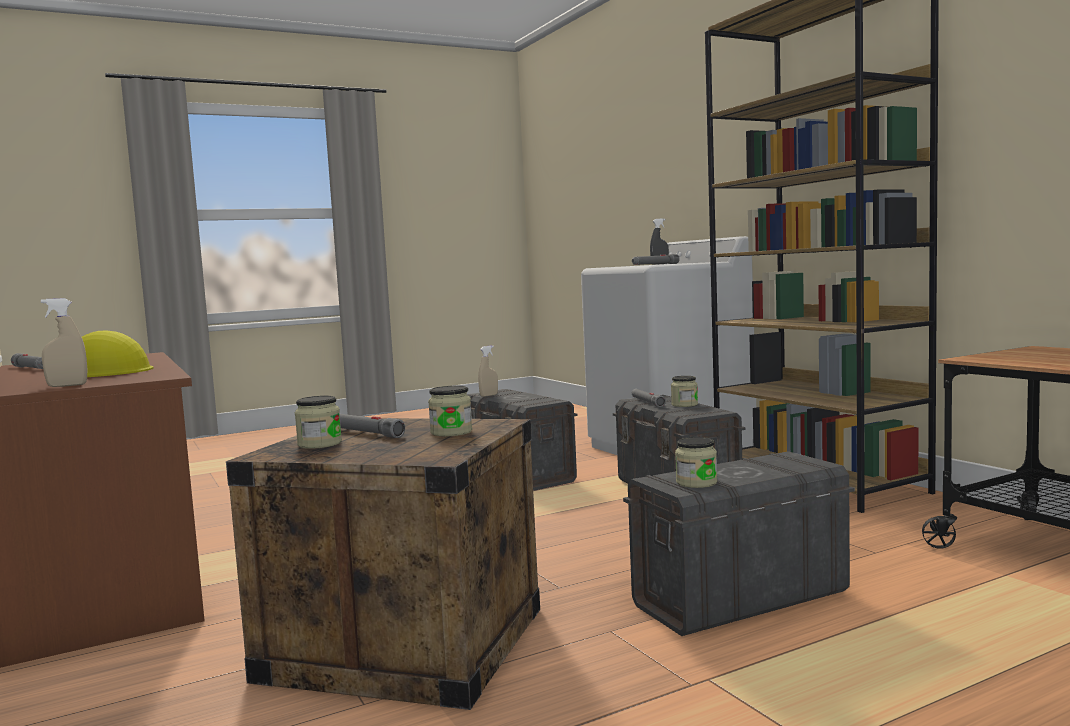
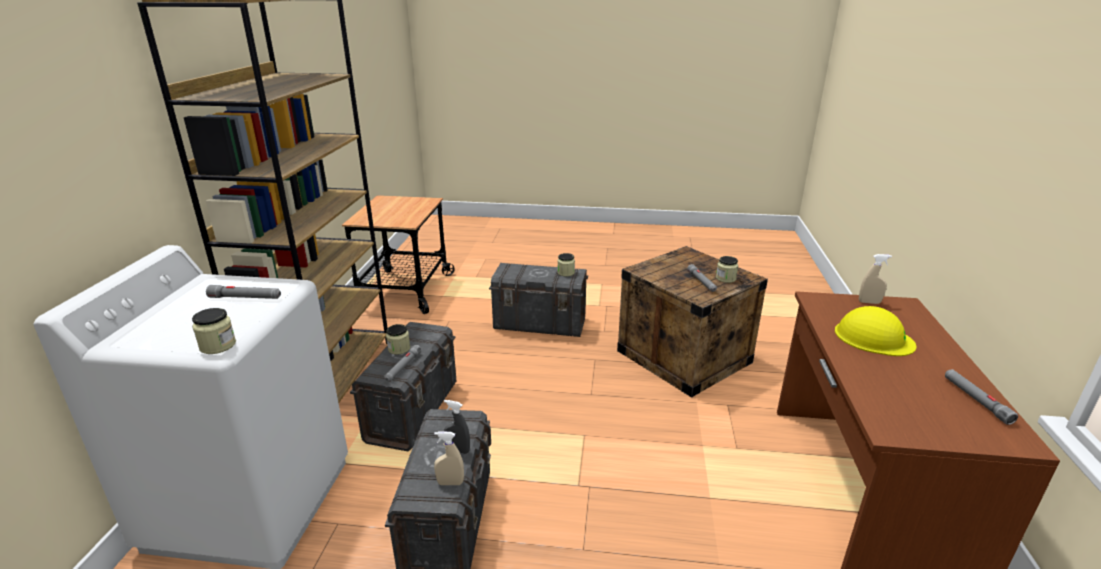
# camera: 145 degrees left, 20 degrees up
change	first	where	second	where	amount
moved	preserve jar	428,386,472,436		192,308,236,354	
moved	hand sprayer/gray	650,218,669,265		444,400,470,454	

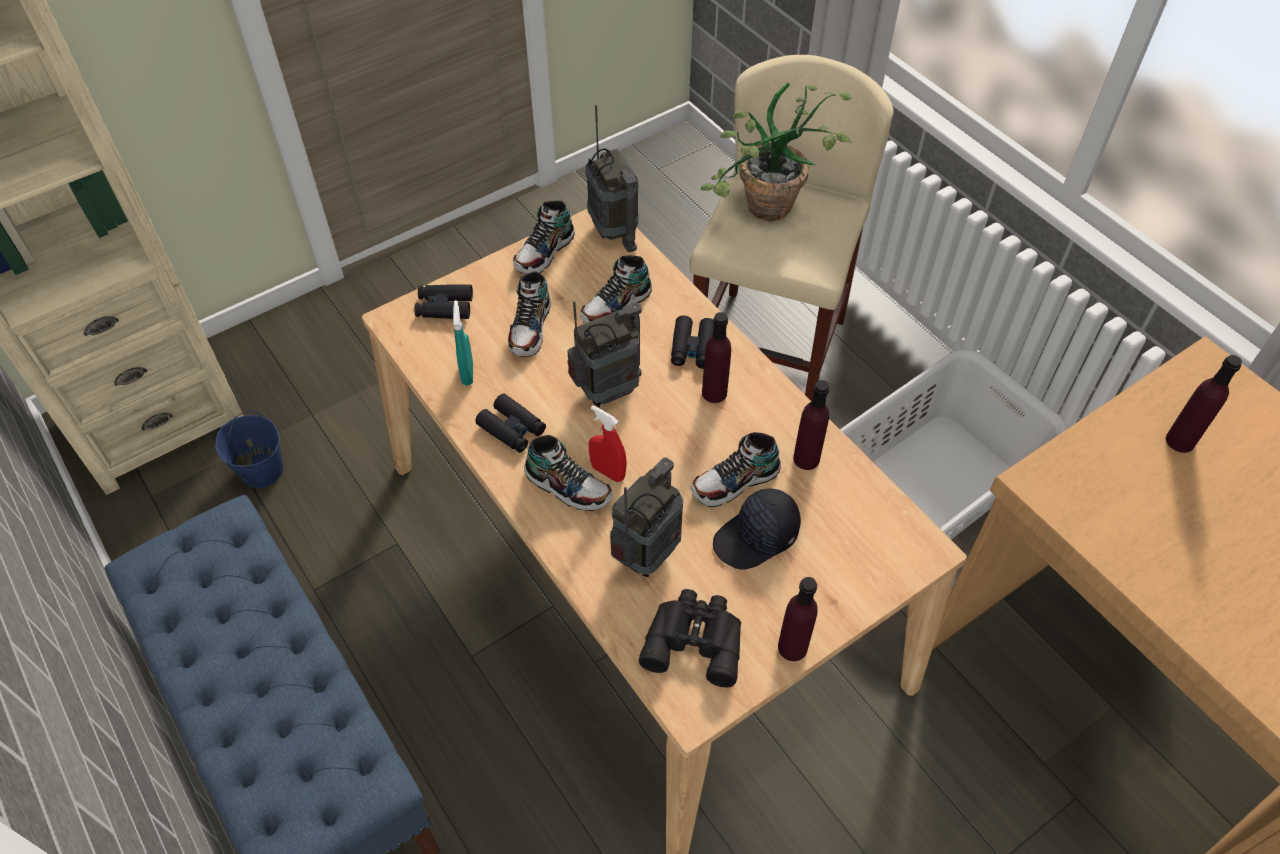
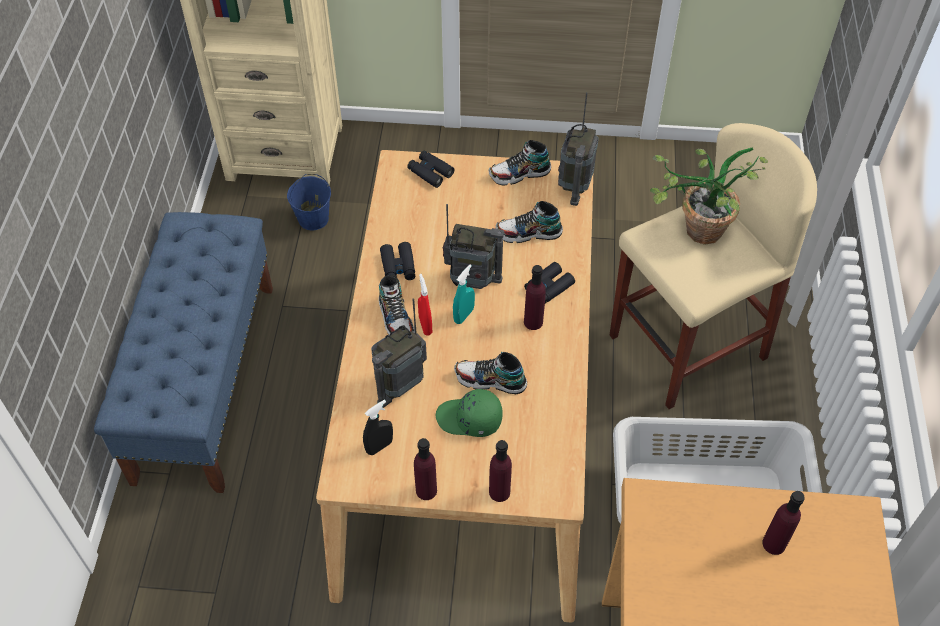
# camera: 40 degrees right, 0 degrees up
change	first	where	second	where	amount
replaced	pair of binoculars/blackish	639,589,741,687	hand sprayer/blackish	363,400,393,455	
turned	radio	610,457,683,577		371,298,427,408	150 degrees clockwise
recoloured	cap/blackish	713,489,801,570	cap/green-coloured	436,389,503,437	
moved	hand sprayer/turquoise-coloured	453,300,473,386		453,264,475,324	
moved	drink bottle/purple-coloured	793,380,829,470		489,440,512,502	
removed	low shoe	508,271,551,357			

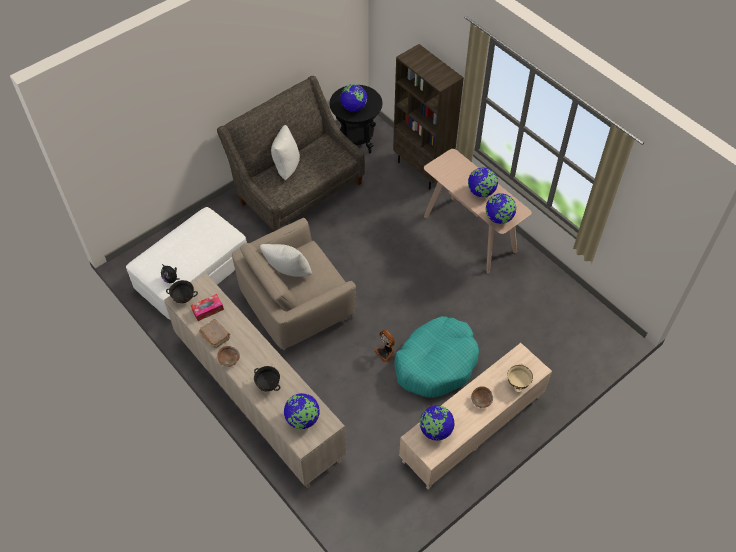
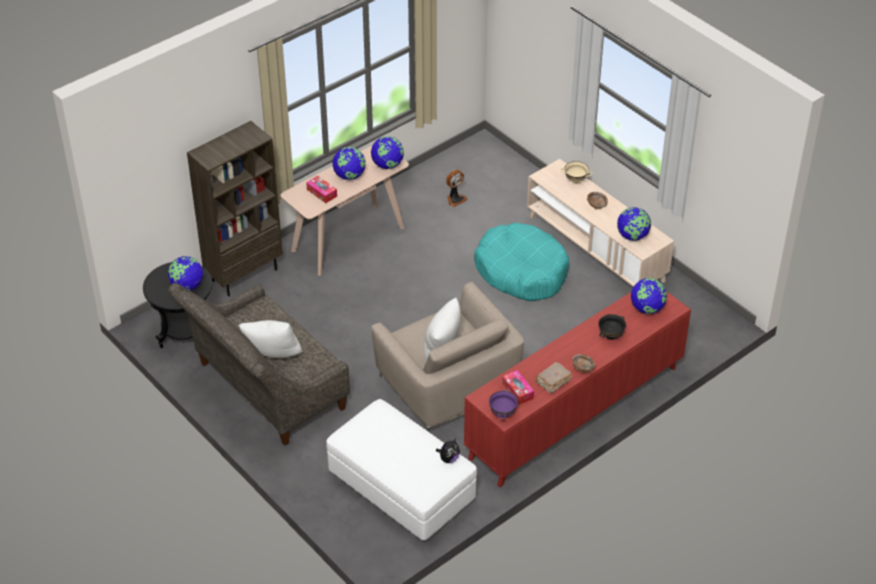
# camera: 90 degrees left, 10 degrees down
change	first	where	second	where	amount
added			tissue box	306,176,337,203	
moved	electric fan	374,330,395,362		446,170,467,207	
recoloured	cupboard/beige	164,273,346,488	cupboard/reddish	464,292,691,487	
recoloured	deep dish/blackish	166,280,198,303	deep dish/purple-coloured	489,390,518,419	

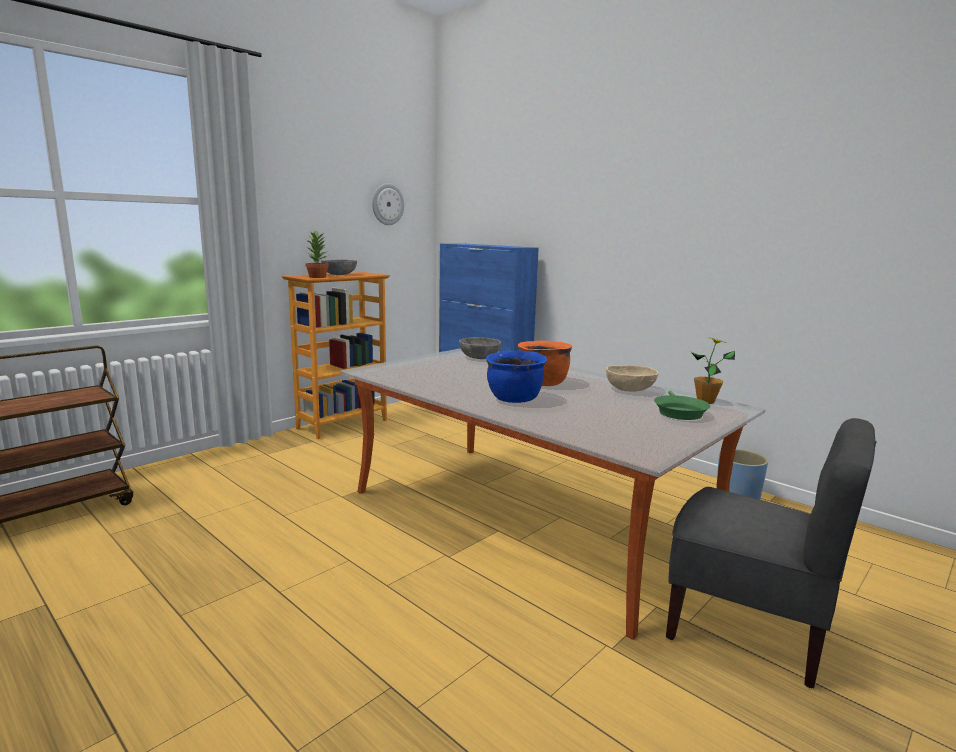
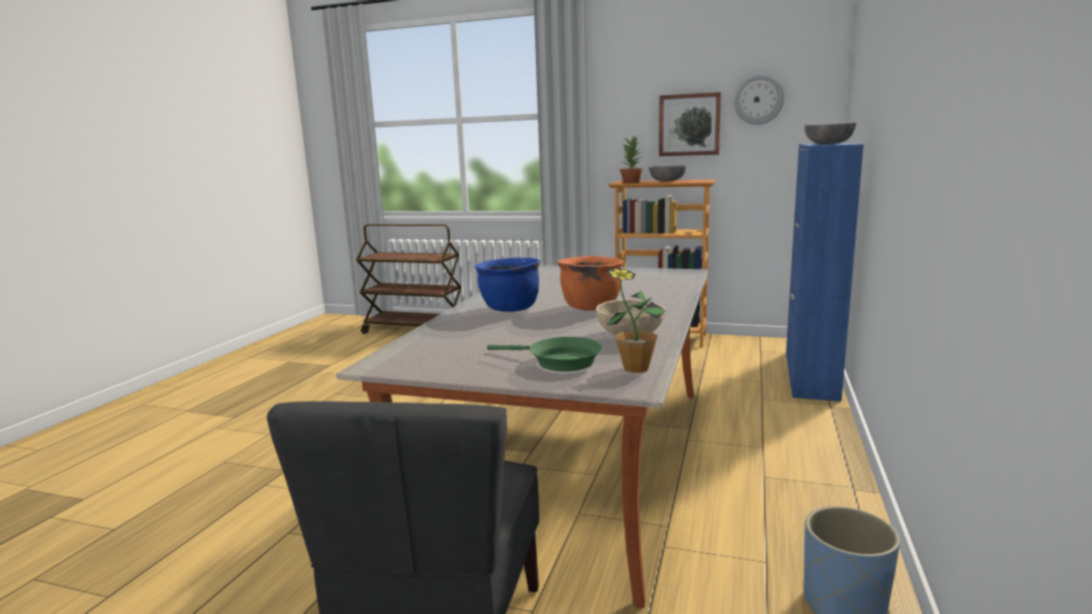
# camera: 65 degrees right, 0 degrees up
change	first	where	second	where	amount
turned	skillet/green-coloured	654,391,711,420		487,337,602,372	135 degrees counterclockwise
added			wall art	659,92,721,156	
moved	deep dish/gray	459,337,501,359		804,123,856,144	

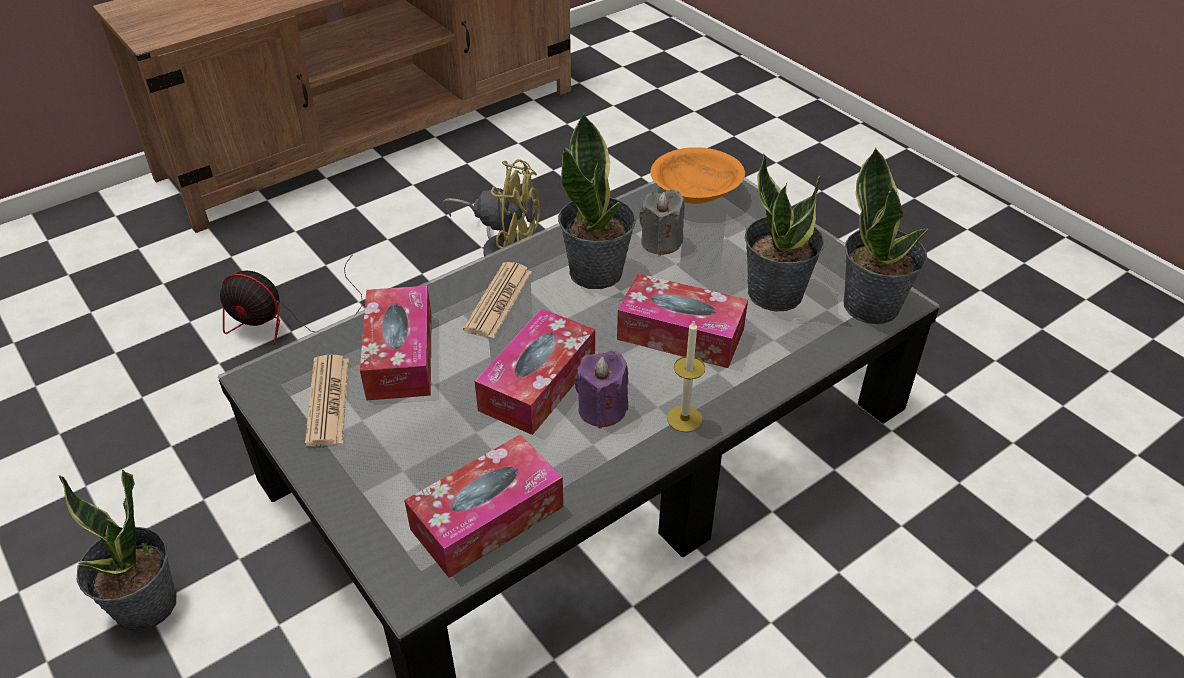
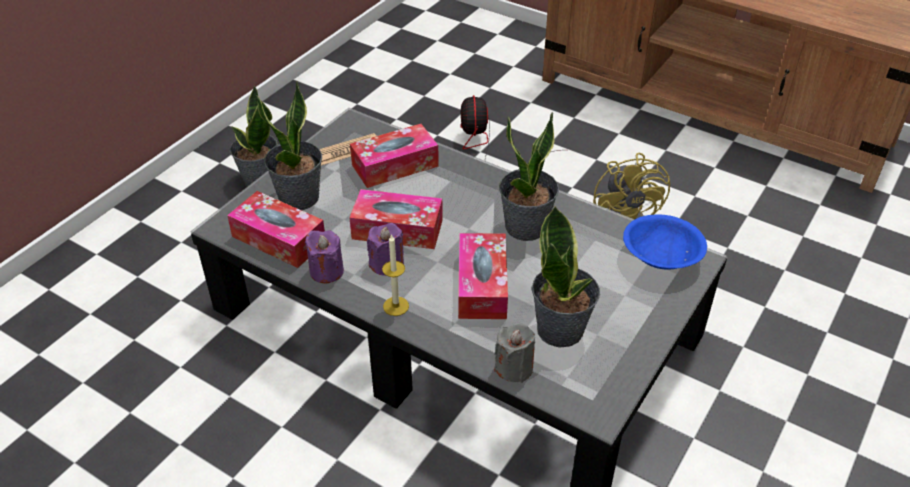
# camera: 70 degrees right, 0 degrees up
change	first	where	second	where	amount
moved	plant in a pot	843,148,928,324		256,81,322,210	
added			wax light/purple-coloured	305,230,344,283	
moved	wax light/gray	639,189,685,256		494,324,535,383	
recoloured	deep dish/orange-coloured	650,147,745,204	deep dish/bluish	623,215,707,270	
removed	printed paper	463,262,532,338			

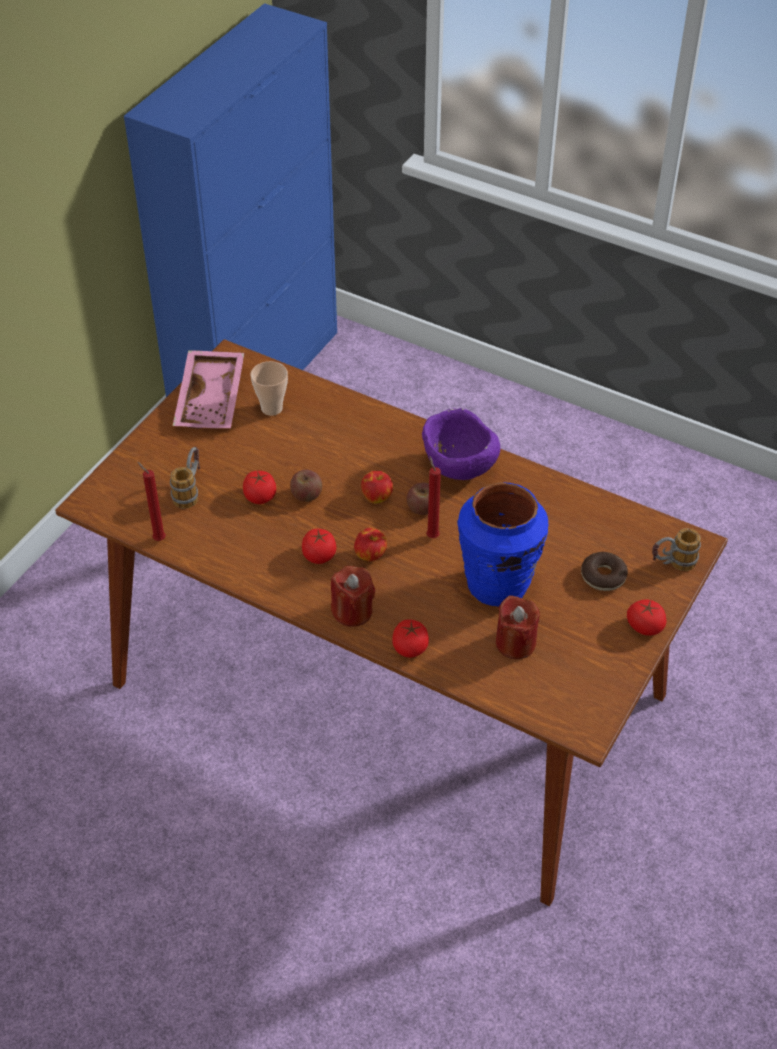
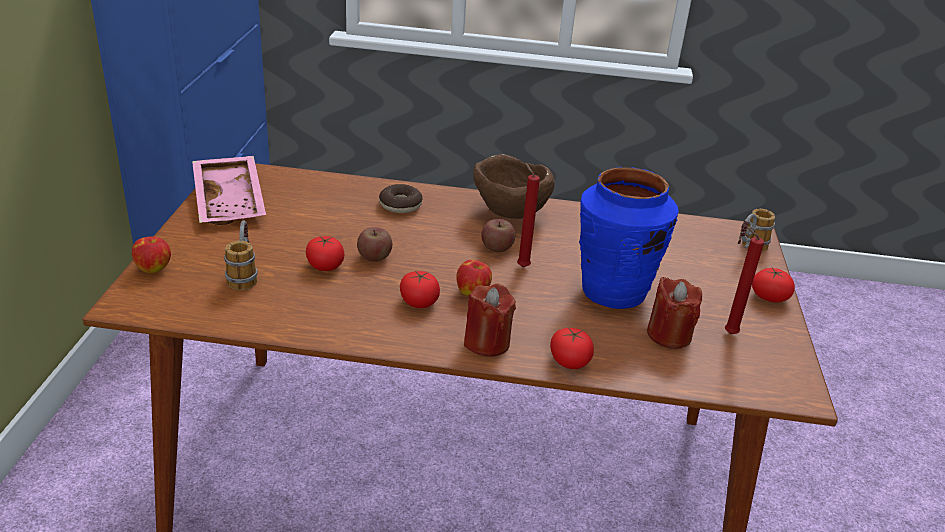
# camera: 25 degrees left, 15 degrees down
change	first	where	second	where	amount
moved	whole apple	361,471,393,504		132,237,171,274	
moved	donut	581,552,628,591		379,184,423,213	
recoloured	deep dish/purple-coloured	422,408,500,480	deep dish/brown	473,154,555,219	
moved	wax light/reddish	137,462,166,541		725,227,764,334	
removed	drinking cup	251,361,288,416			

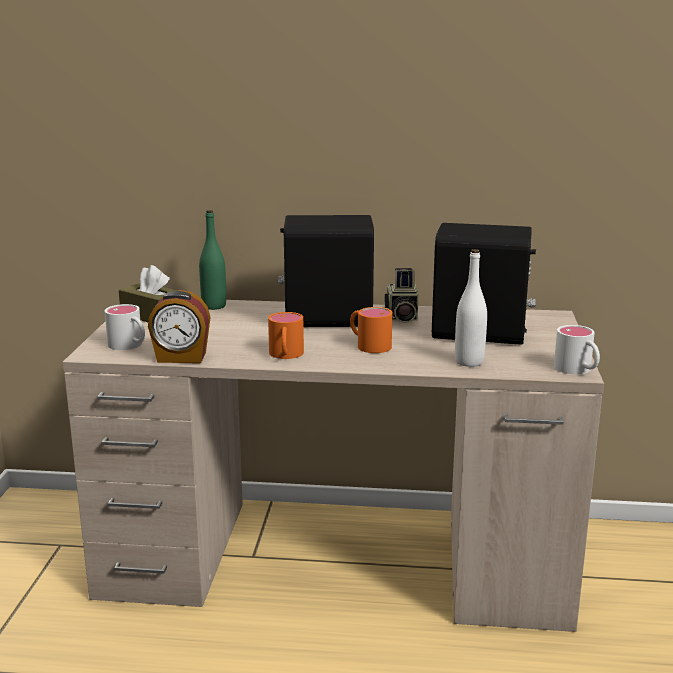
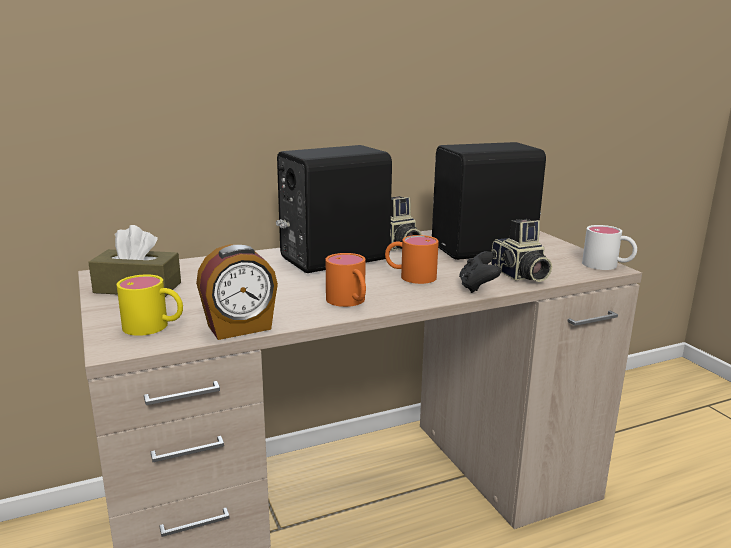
# camera: 30 degrees left, 0 degrees up
change	first	where	second	where	amount
recoloured	mug/whitish	105,304,145,350	mug/yellowish	117,274,183,336	
added			game controller/blackish	459,251,501,293	
replaced	drink bottle/whitish	455,249,487,367	still camera	491,219,552,282	
removed	drink bottle/green-coloured	199,210,226,310			

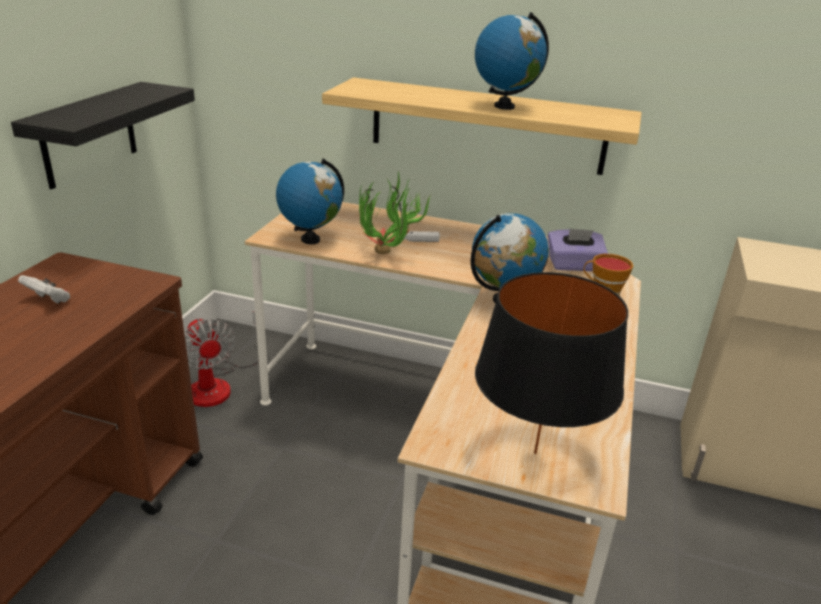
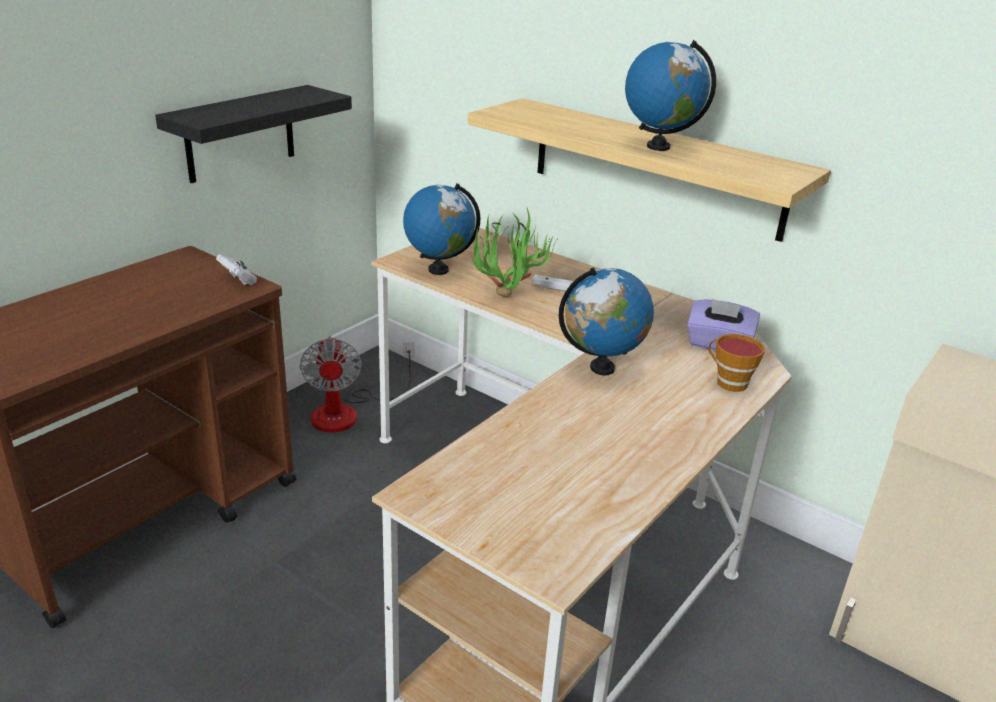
# camera: 20 degrees right, 0 degrees up
change	first	where	second	where	amount
moved	game controller/whitish	18,275,70,304		216,254,257,286	
removed	table lamp/blackish	475,272,628,454			

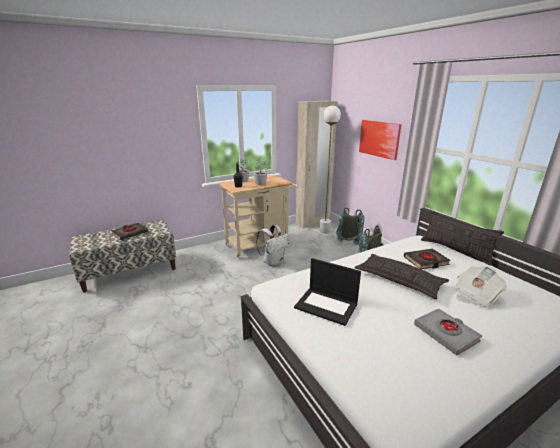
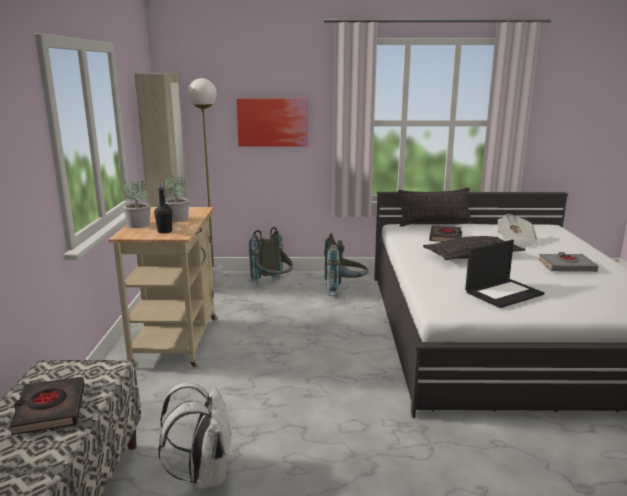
# camera: 60 degrees left, 5 degrees down
change	first	where	second	where	amount
moved	backpack/whitish	256,225,289,266		158,383,232,490	

